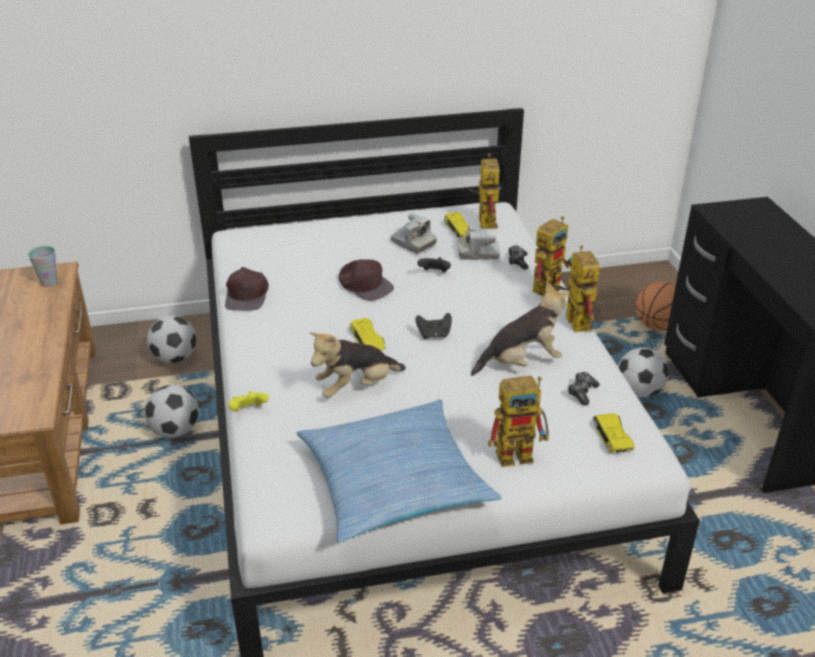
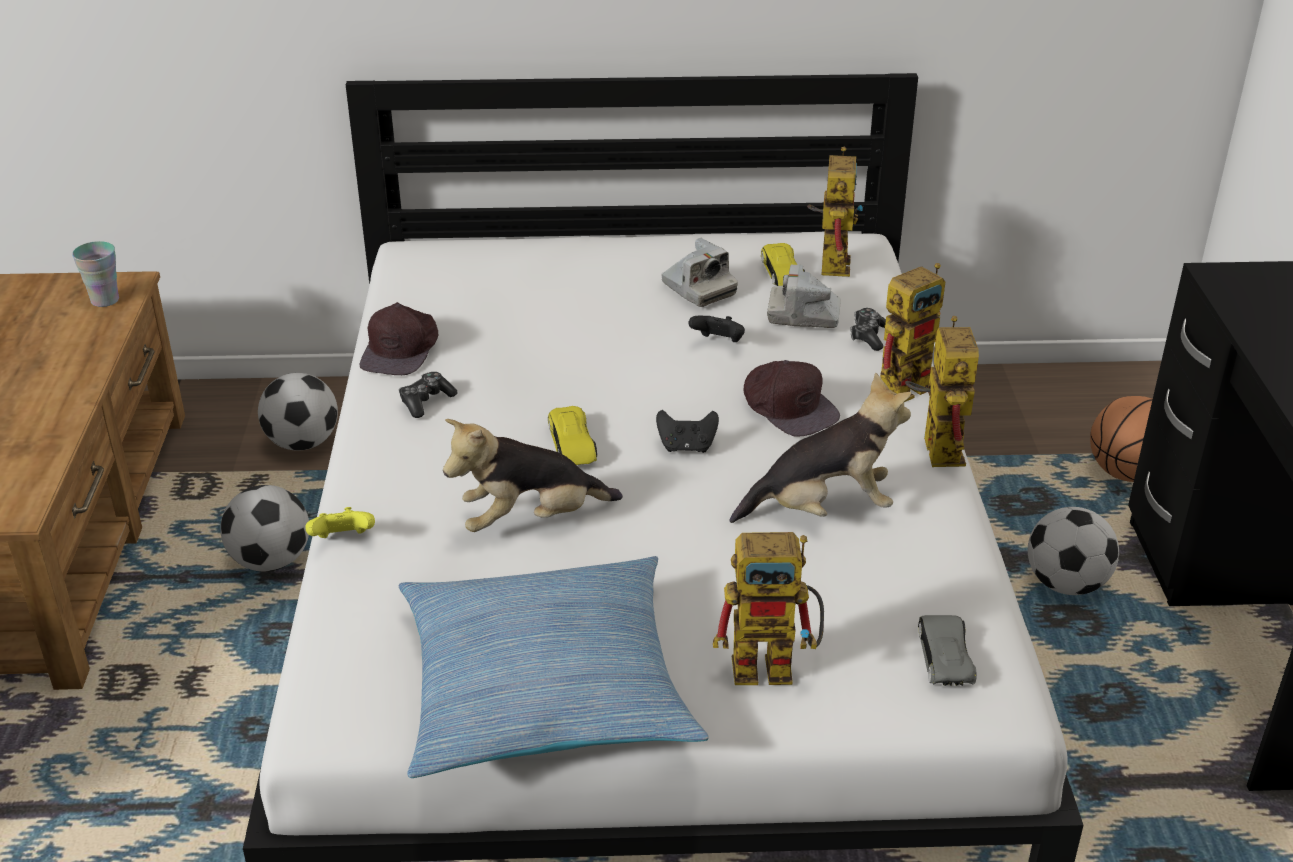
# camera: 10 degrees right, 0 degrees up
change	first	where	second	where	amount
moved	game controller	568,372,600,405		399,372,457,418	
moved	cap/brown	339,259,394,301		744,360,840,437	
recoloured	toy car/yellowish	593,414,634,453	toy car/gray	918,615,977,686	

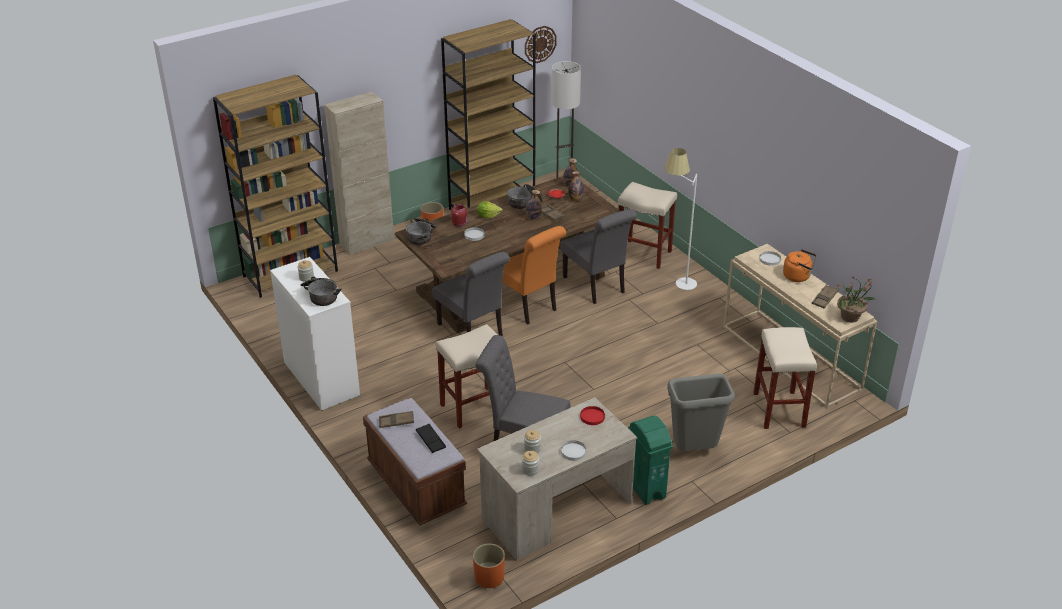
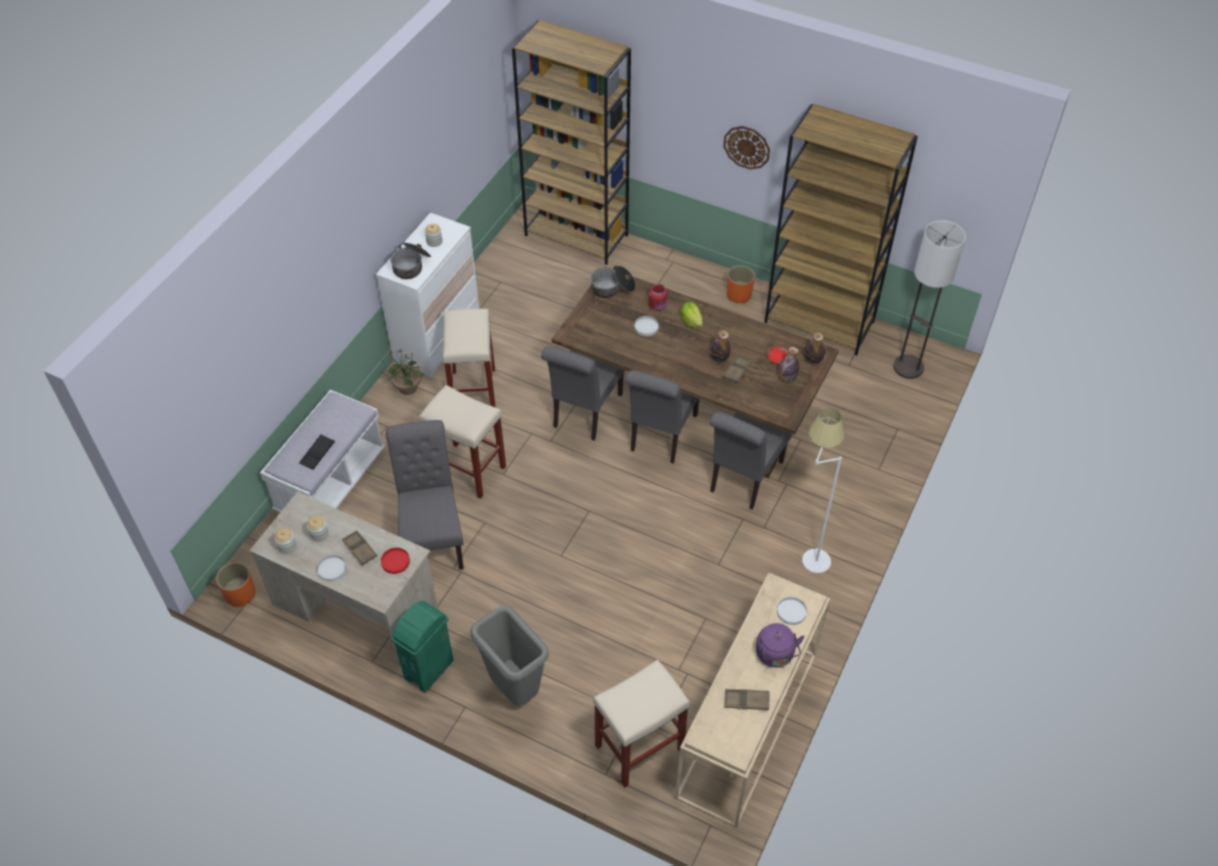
# camera: 60 degrees right, 15 degrees up
change	first	where	second	where	amount
recoloured	bench/brown	363,398,467,525	bench/whitish	260,390,385,512	
moved	serving tray/brown	379,411,414,428		342,530,377,565	
moved	plant in a pot	835,276,877,323		388,349,426,395	
moved	stool seat/beige	618,182,677,269		443,309,496,408	
recoloured	chair/orange-coloured	502,226,566,324	chair/gray	625,370,699,463	
moved	clock on the wall	525,26,557,63		723,126,770,170	
recoloured	water kettle/orange-coloured	783,249,816,282	water kettle/purple-coloured	756,623,804,667	
removed	cupboard/beige	324,92,394,255			
removed	stockpot	507,184,543,209			

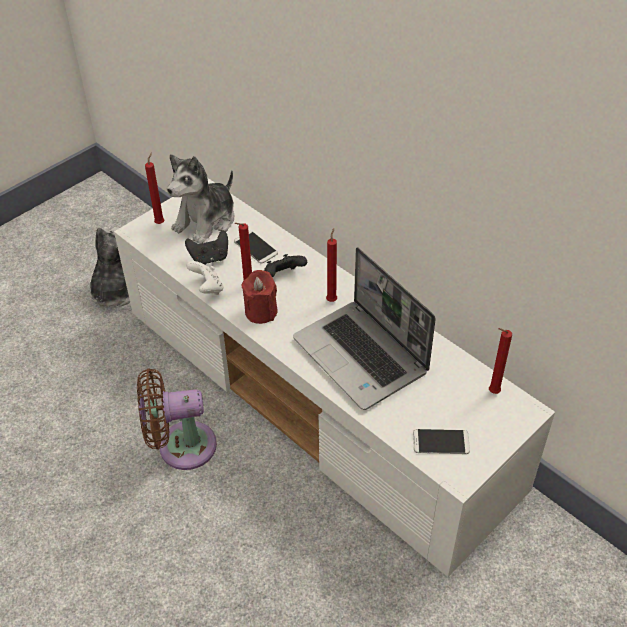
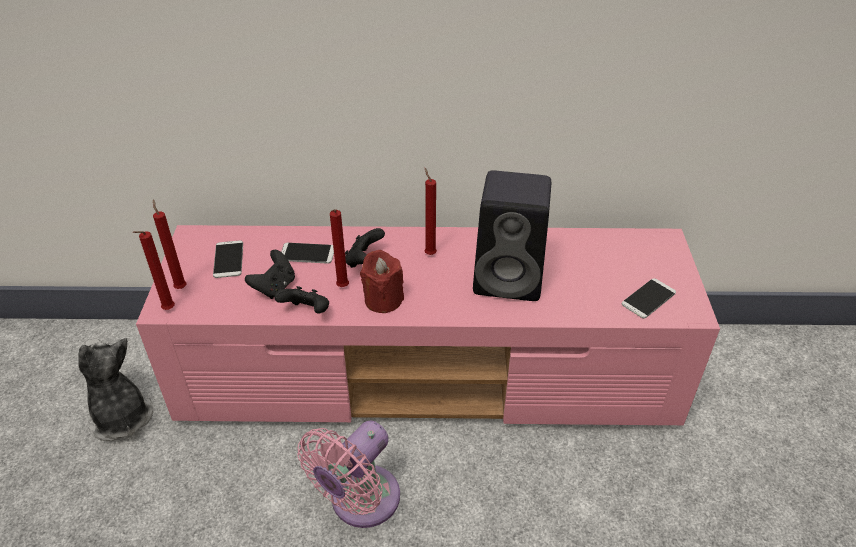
# camera: 45 degrees left, 5 degrees down
change	first	where	second	where	amount
moved	wax light/reddish	489,328,512,394		132,231,175,310	
recoloured	media console/whitish	114,178,555,577	media console/pink	136,225,720,425	
replaced	soft toy	167,154,234,244	handset	213,240,243,278	
recoloured	game controller/whitish	186,261,224,295	game controller/blackish	274,286,329,314	
recoloured	electric fan/brown	137,368,217,470	electric fan/pink	297,421,400,528	
replaced	portable computer	293,247,436,410	loudspeaker/blackish	473,170,551,301	

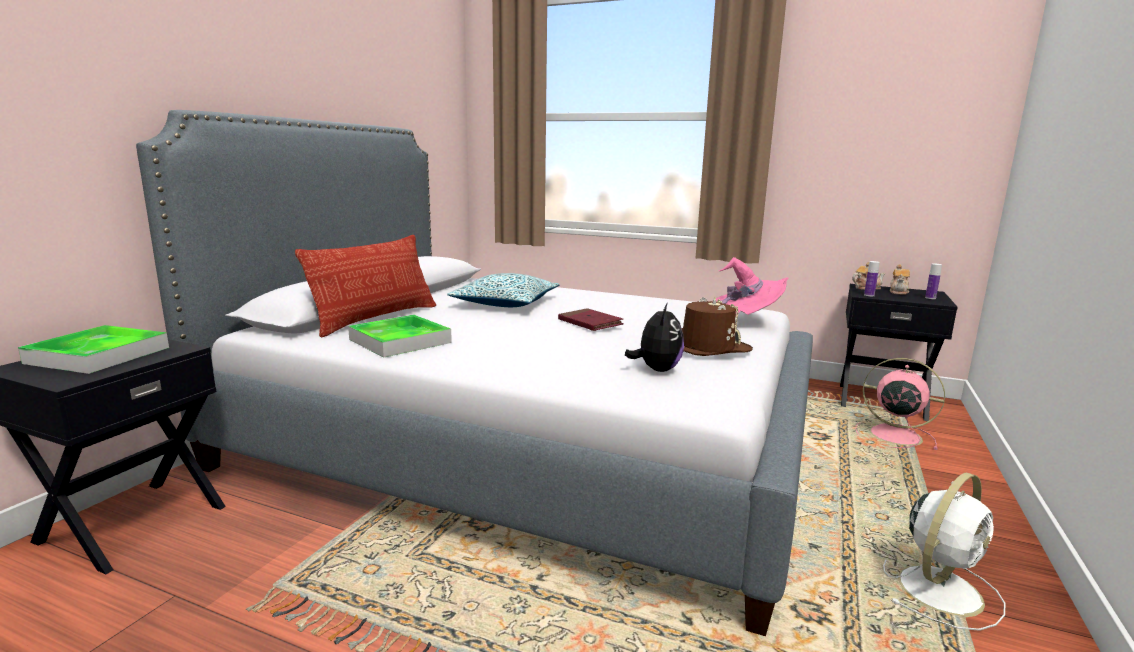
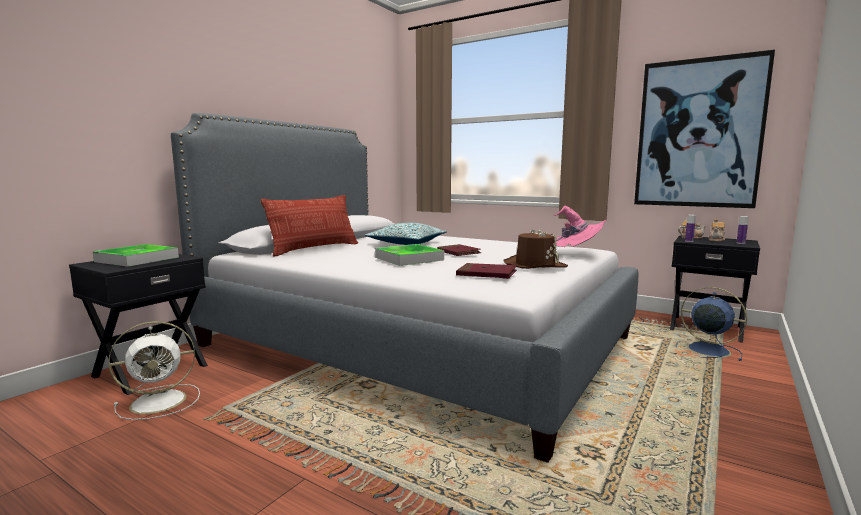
# camera: 10 degrees right, 5 degrees down
change	first	where	second	where	amount
moved	electric fan/whitish	883,473,1005,631		108,321,200,420	
moved	serving tray	348,315,452,357		375,244,444,266	
replaced	soft toy	625,302,684,372	book/reddish	456,263,517,279	
added			wall art	634,50,775,208	
recoloured	electric fan/pink	855,358,945,450	electric fan/bluish	676,287,747,361	

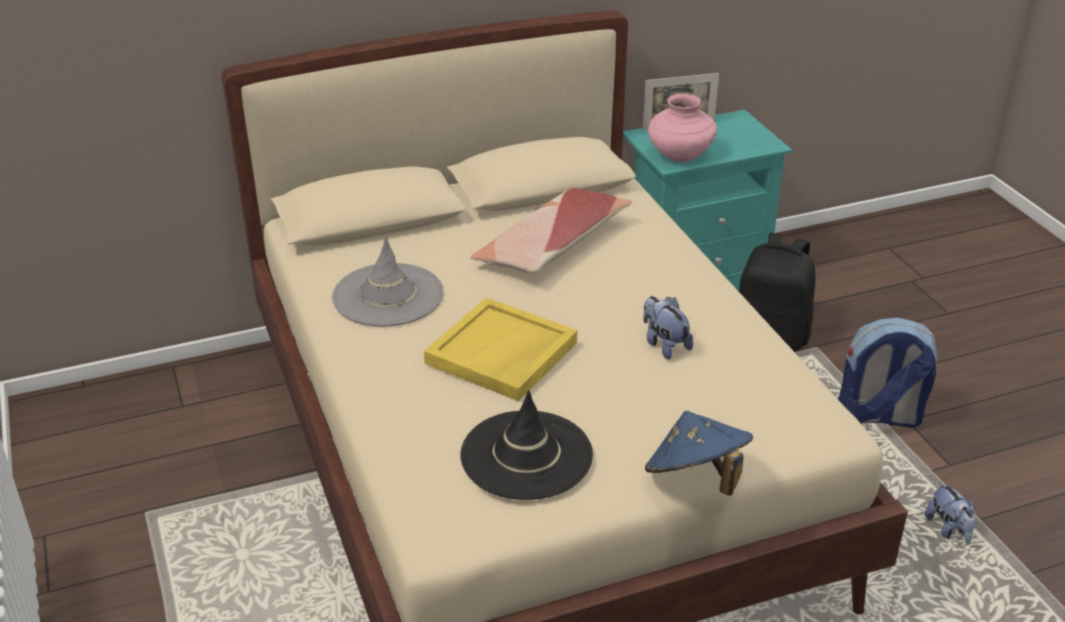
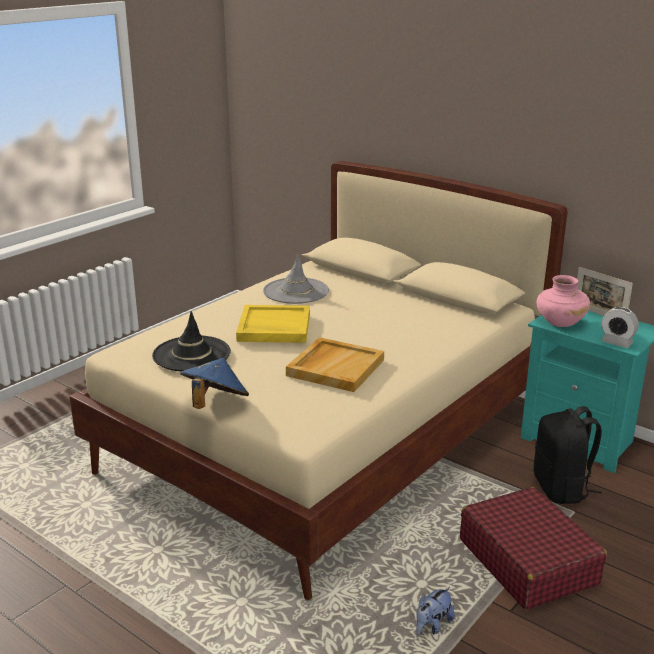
# camera: 60 degrees right, 10 degrees down
change	first	where	second	where	amount
replaced	soft toy	643,296,693,360	serving tray/beige	286,337,384,392	
replaced	backpack	838,317,938,428	piece of luggage/reddish	460,487,607,610	
added			alarm clock	601,307,639,348	
removed	cushion	471,188,632,273			

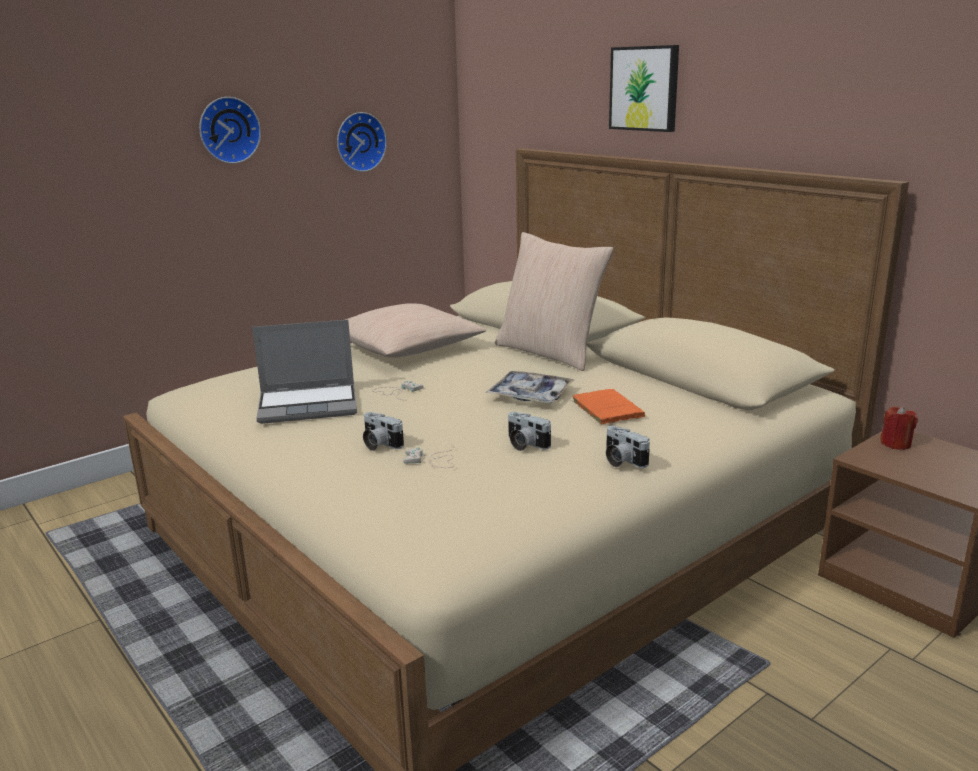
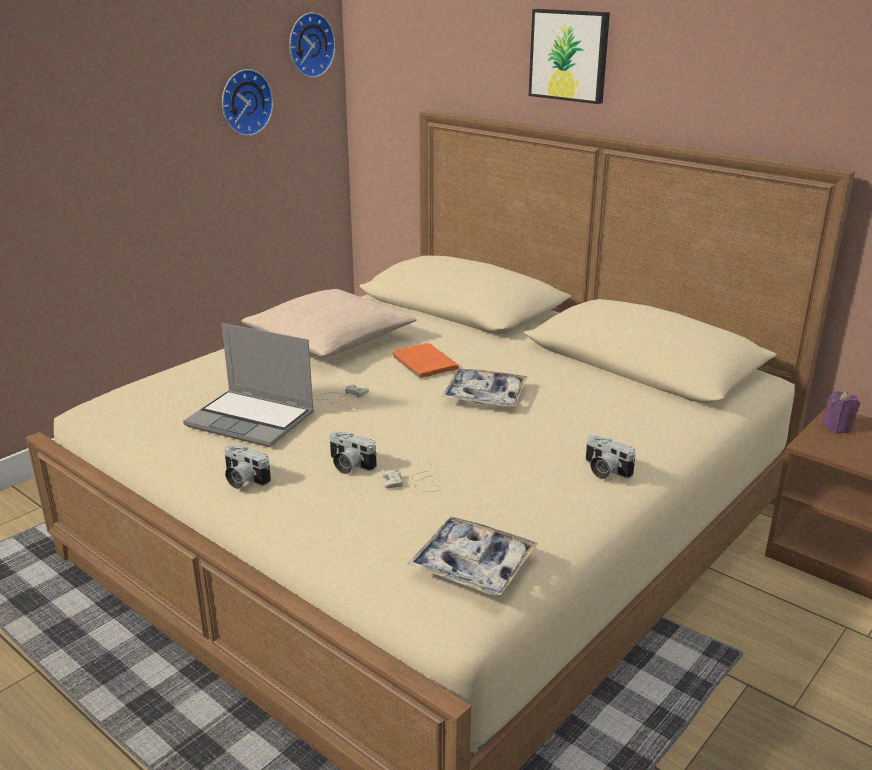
# camera: 10 degrees left, 5 degrees up
change	first	where	second	where	amount
turned	portable computer	252,320,357,424		183,323,314,447	45 degrees clockwise
moved	still camera	508,412,551,451		224,444,271,489	
moved	clock on the wall	199,97,261,164		289,12,336,78	
moved	book/orange-coloured	571,389,645,424		392,343,459,378	
added			serving tray	407,517,538,596	
recoloured	wax light/reddish	880,406,918,450	wax light/purple-coloured	822,391,860,433	
removed	cushion/beige	495,232,614,371			

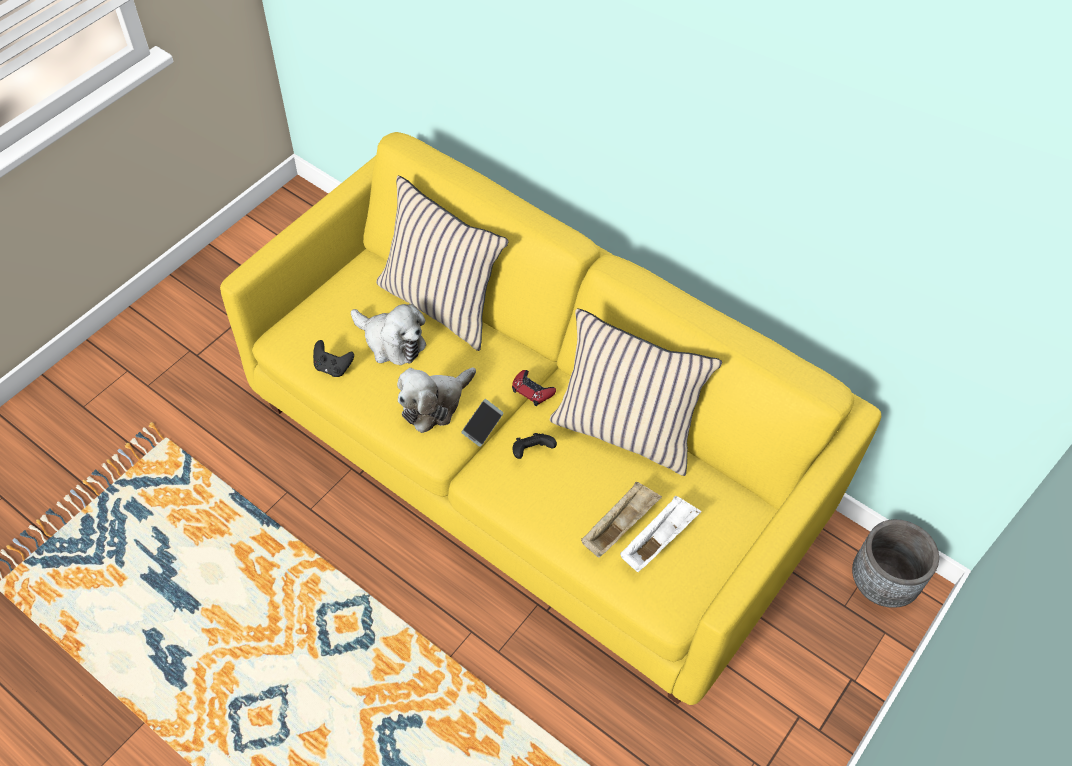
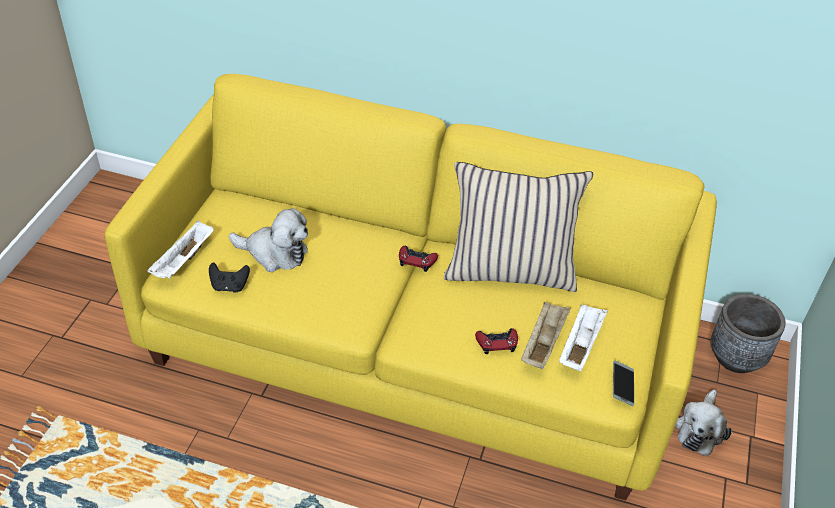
# camera: 20 degrees left, 10 degrees down
change	first	where	second	where	amount
added			serving tray/whitish	147,220,214,279	
added			game controller/reddish	475,328,518,354	
moved	handset	461,399,503,447		613,360,634,406	
moved	soft toy	397,367,476,433		675,390,732,456	
removed	cushion/beige	376,176,509,351			
removed	game controller/blackish	512,433,557,459			

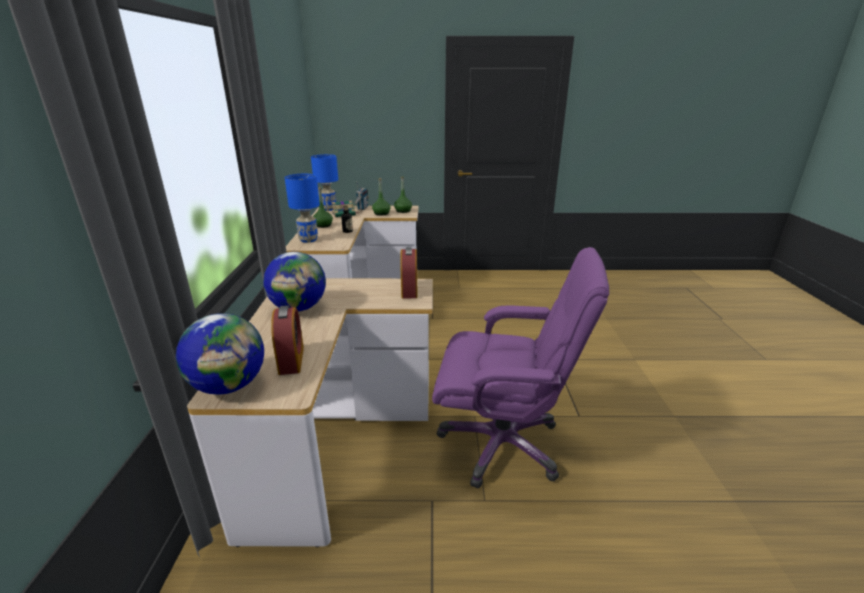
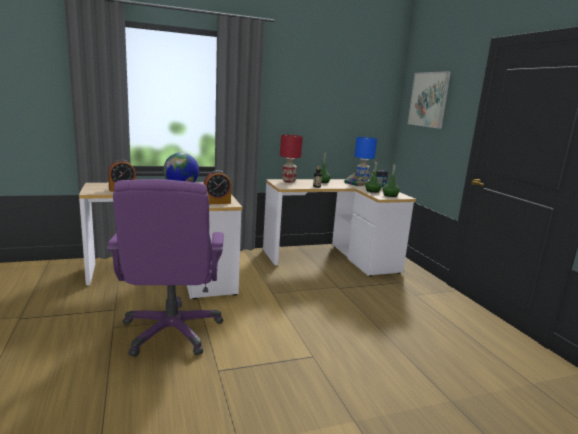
# camera: 70 degrees right, 10 degrees down
change	first	where	second	where	amount
recoloured	table lamp/bluish	285,174,320,243	table lamp/reddish	280,135,303,183	
added			wall art	408,71,451,129	
removed	desk globe	176,313,264,394			

